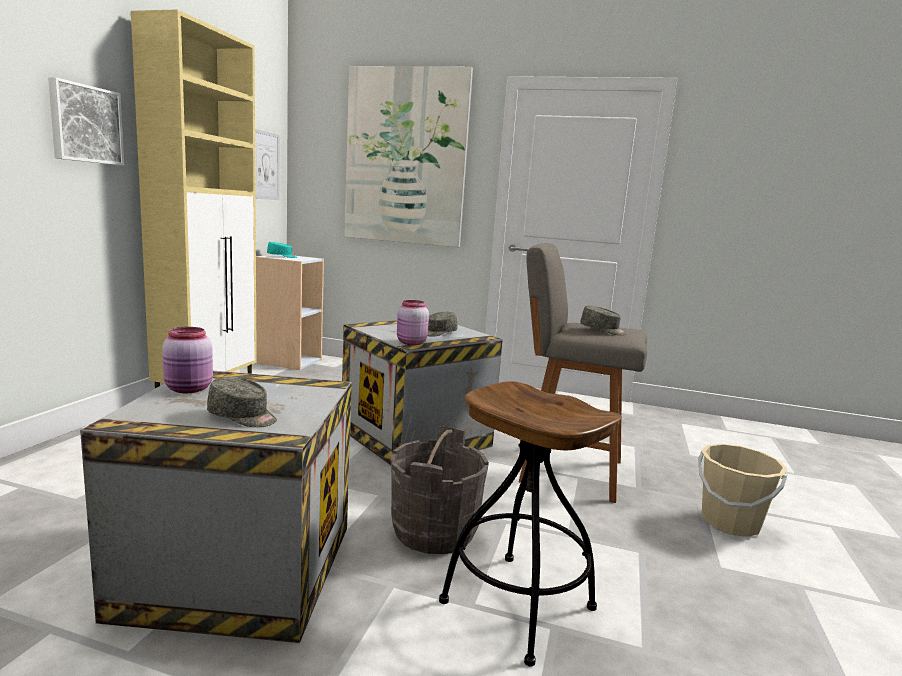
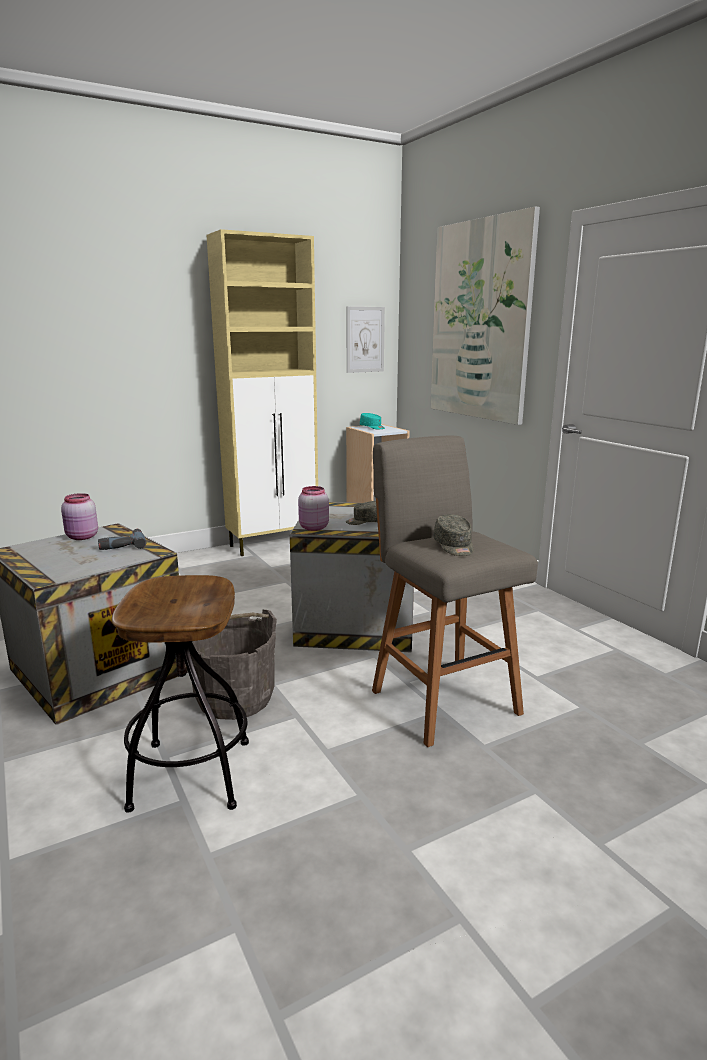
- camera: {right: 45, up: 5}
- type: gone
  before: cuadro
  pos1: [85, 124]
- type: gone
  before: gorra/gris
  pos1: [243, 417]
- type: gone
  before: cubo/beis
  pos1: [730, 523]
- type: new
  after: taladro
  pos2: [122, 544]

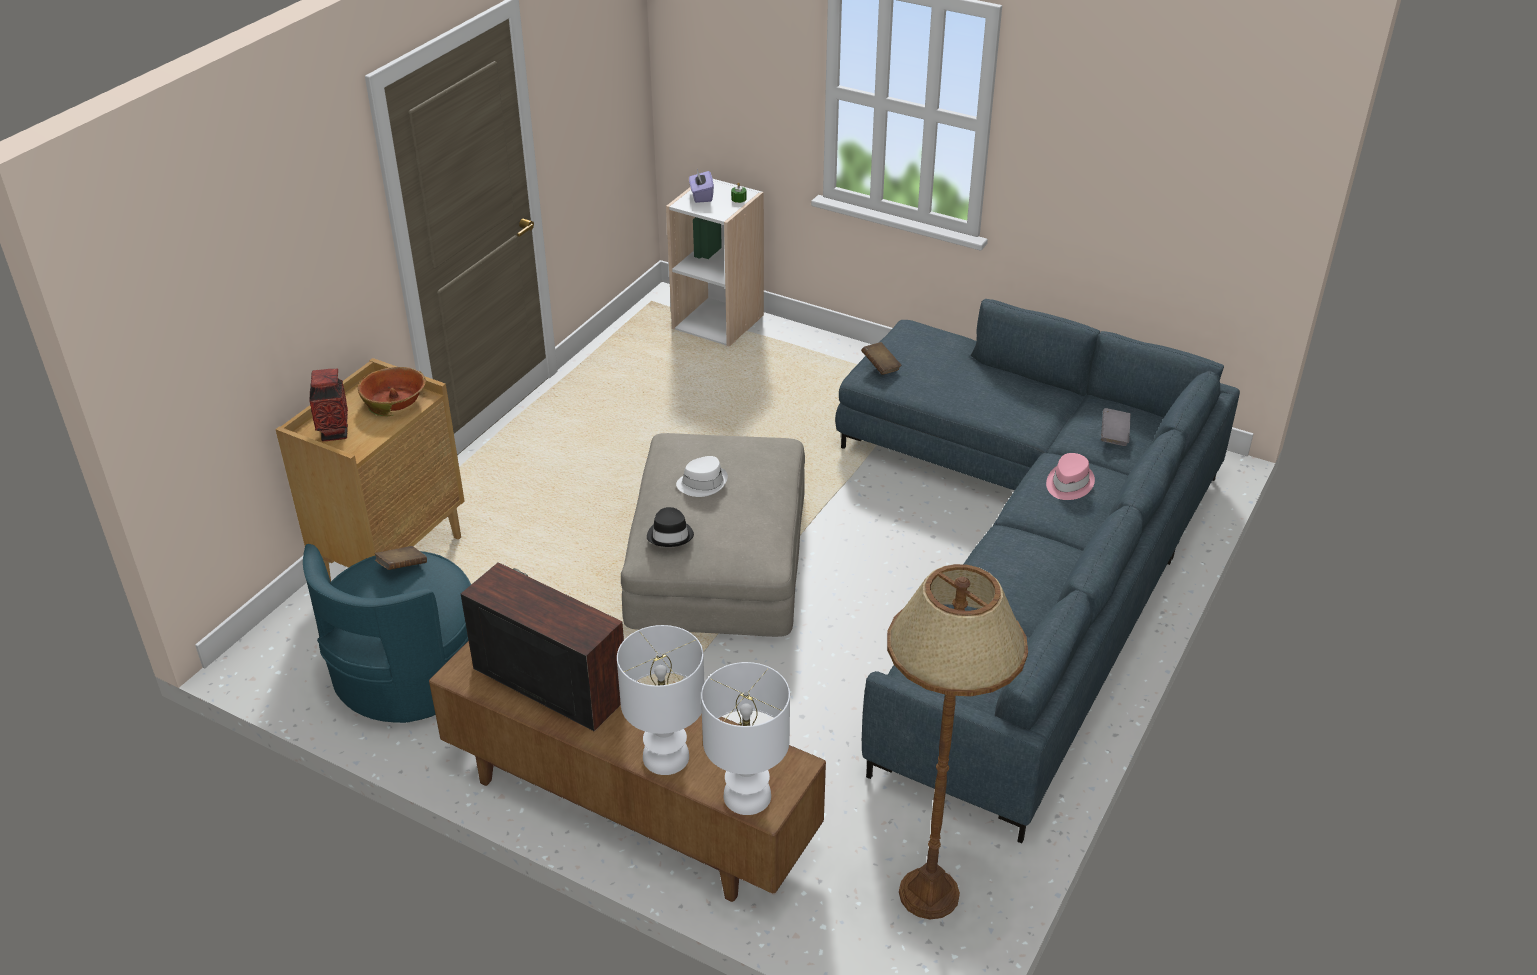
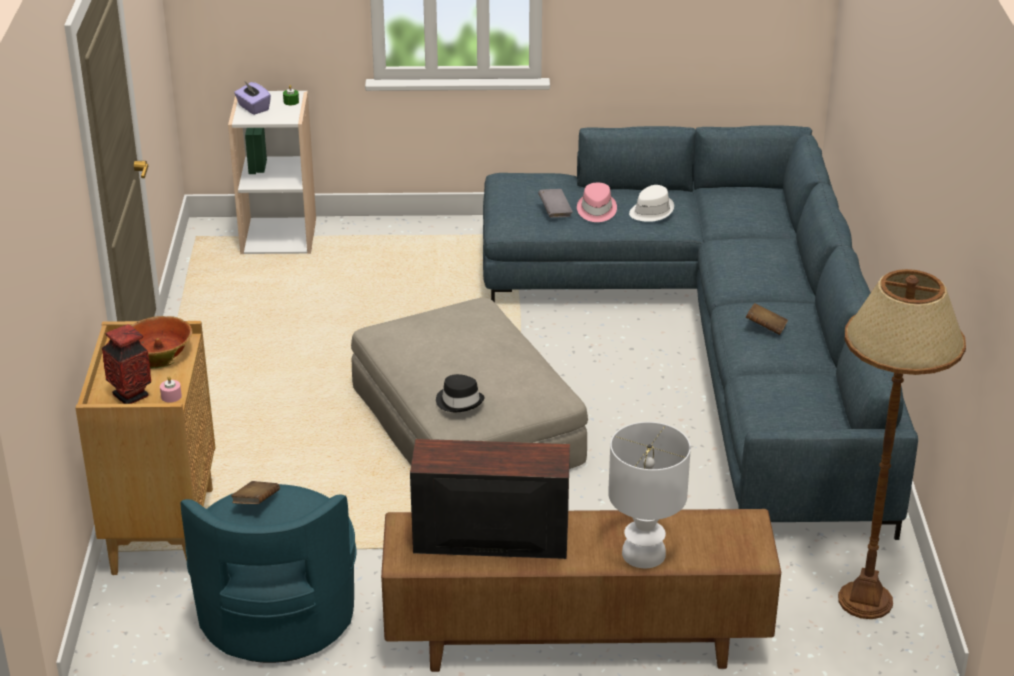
- camera: {right: -30, up: -5}
- type: shifted
  before: sombrero/blanco
  pos1: [702, 483]
  pos2: [651, 211]
- type: gone
  before: lámpara de mesa/blanco
  pos1: [747, 797]
- type: shifted
  before: libro/marrón
  pos1: [880, 366]
  pos2: [765, 328]
- type: shifted
  before: sombrero/rosa
  pos1: [1068, 484]
  pos2: [596, 210]
- type: shifted
  before: libro/gris
  pos1: [1114, 435]
  pos2: [555, 211]
- type: new
  after: vela/rosa
  pos2: [171, 396]

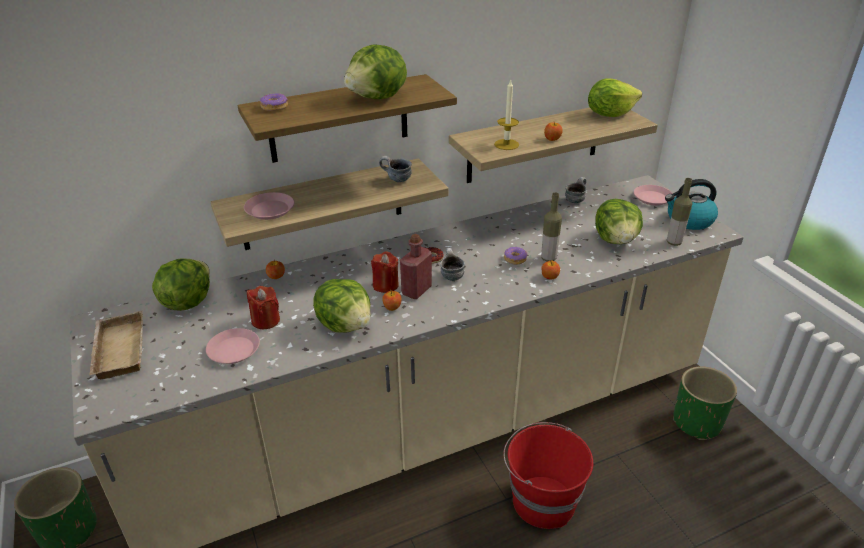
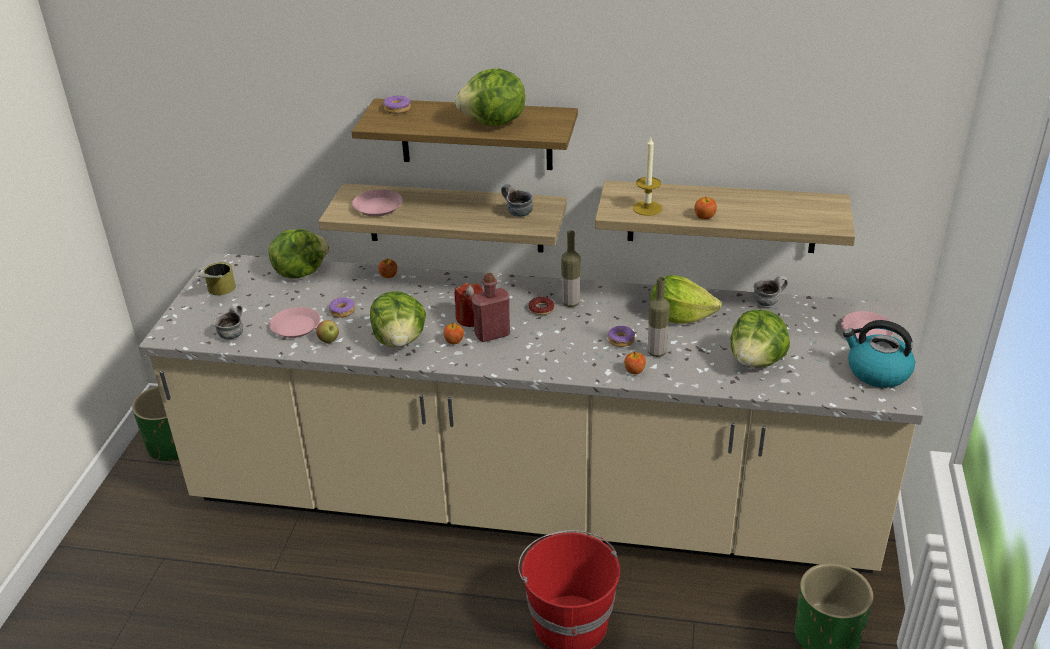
- camera: {right: 35, up: 0}
- type: swapped
  before: bandeja/beis
  after: lata
  pos1: [118, 349]
  pos2: [219, 292]
- type: swapped
  before: vela/rojo
  after: rosquilla
  pos1: [266, 320]
  pos2: [342, 311]
- type: shifted
  before: taza grande
  pos1: [450, 275]
  pos2: [232, 333]
- type: shifted
  before: lechuga
  pos1: [609, 114]
  pos2: [680, 317]
- type: shifted
  before: botella
  pos1: [674, 242]
  pos2: [570, 303]
- type: new
  after: manzana
  pos2: [329, 340]

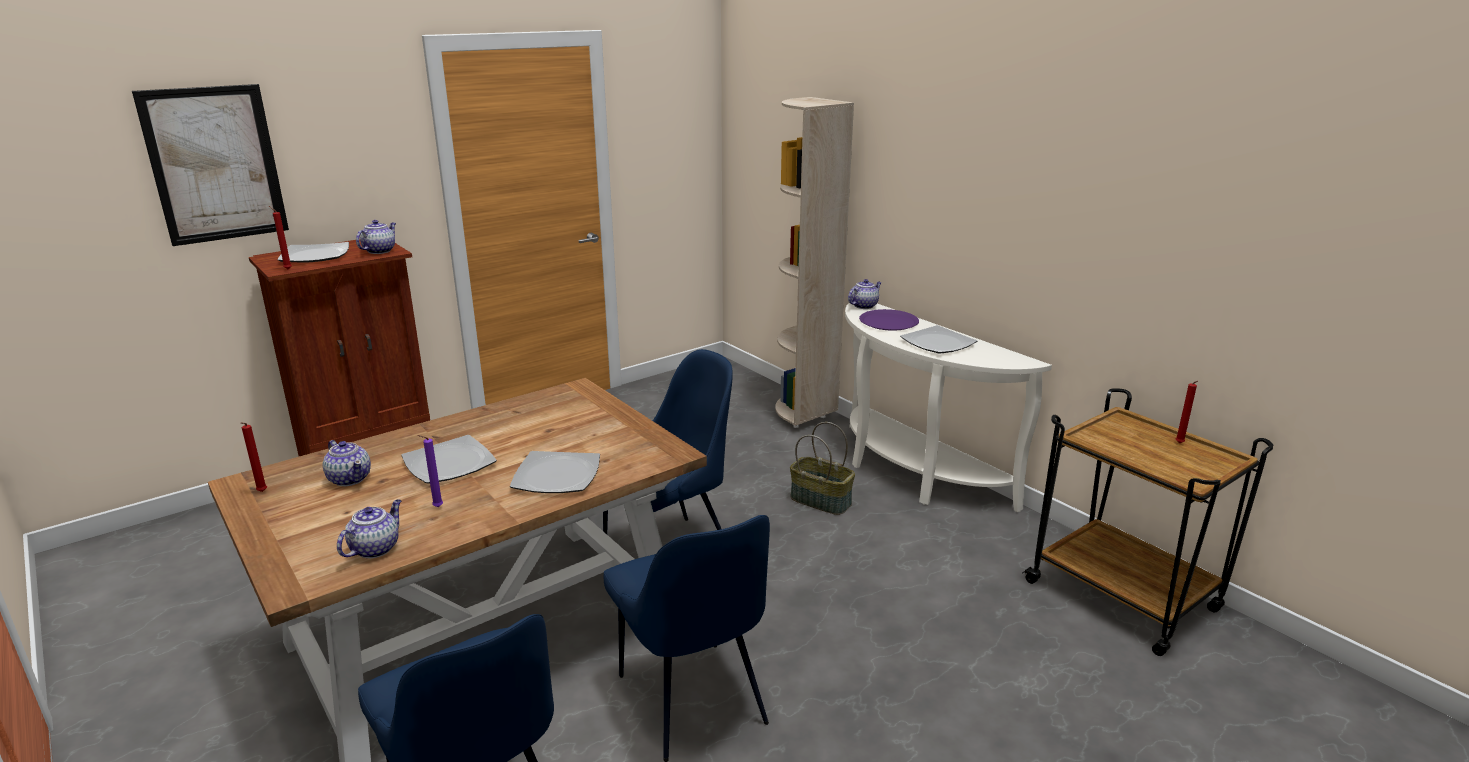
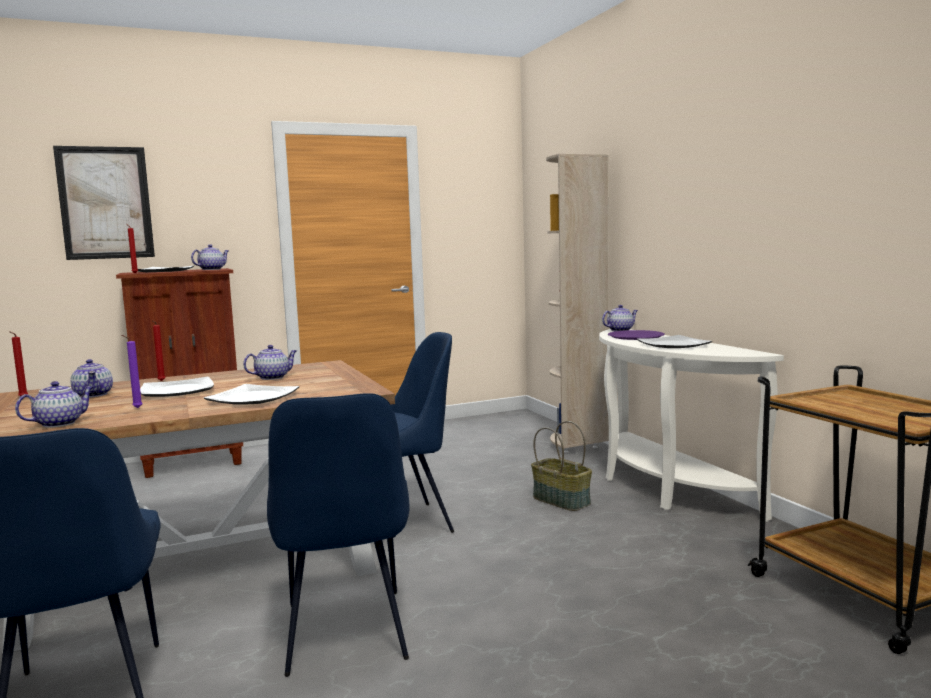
- camera: {right: 15, up: -15}
- type: shifted
  before: vela/rojo
  pos1: [1180, 444]
  pos2: [160, 381]
- type: new
  after: tetera
  pos2: [273, 377]

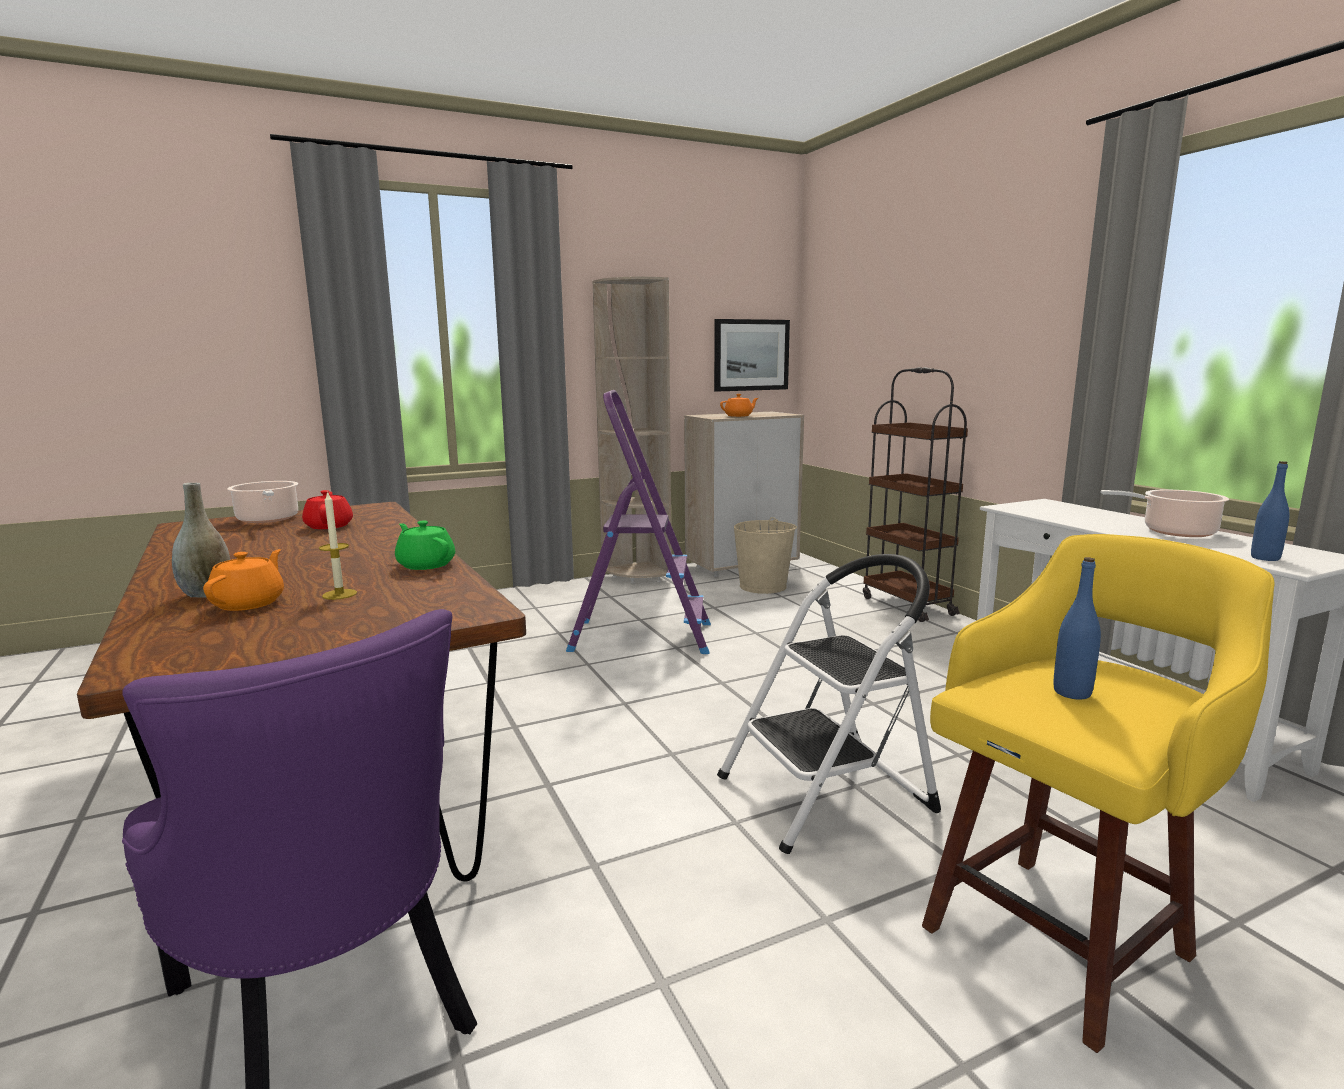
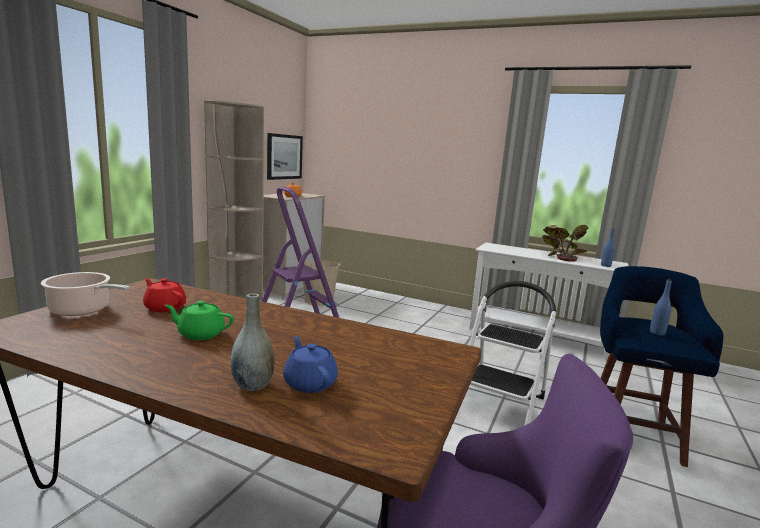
- camera: {right: -40, up: 0}
- type: repainted
  before: tetera/naranja
  after: tetera/azul
  pos1: [249, 603]
  pos2: [310, 383]
- type: gone
  before: vela
  pos1: [339, 594]
- type: shifted
  before: tetera/verde
  pos1: [426, 564]
  pos2: [200, 334]
- type: gone
  before: carrito/marrón
  pos1: [907, 606]
- type: repainted
  before: taburete/amarillo
  after: taburete/azul
  pos1: [1062, 938]
  pos2: [633, 432]
- type: swapped
  before: olla
  after: planta en maceta
  pos1: [1174, 532]
  pos2: [560, 256]

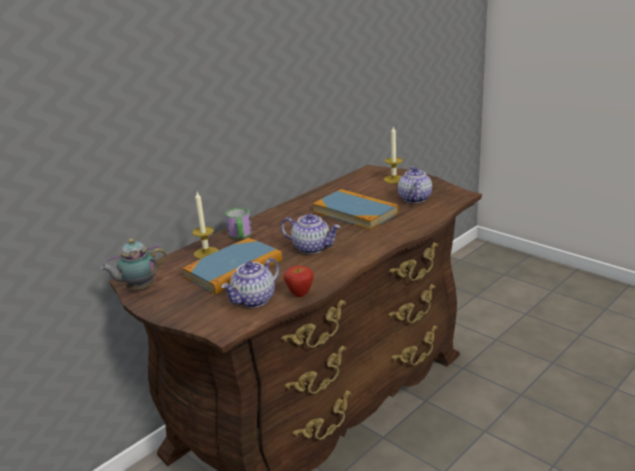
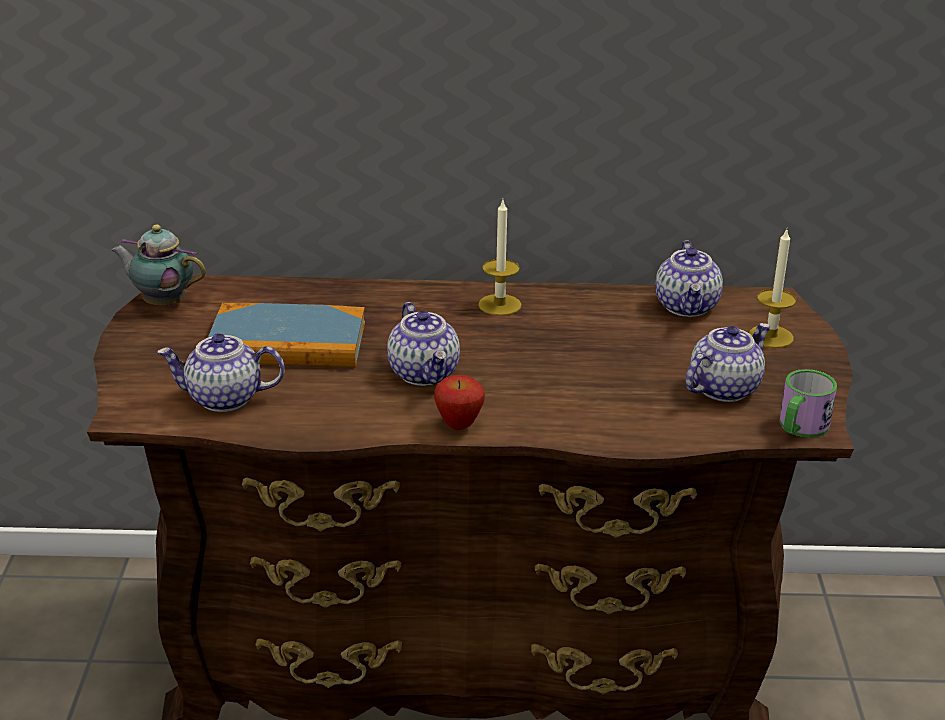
- camera: {right: 45, up: 5}
- type: shifted
  before: vela
  pos1: [206, 253]
  pos2: [499, 305]
- type: shifted
  before: taza grande
  pos1: [240, 235]
  pos2: [800, 428]
- type: shifted
  before: manzana
  pos1: [300, 294]
  pos2: [459, 426]
- type: gone
  before: libro
  pos1: [355, 212]
- type: new
  after: tetera
  pos2: [687, 307]

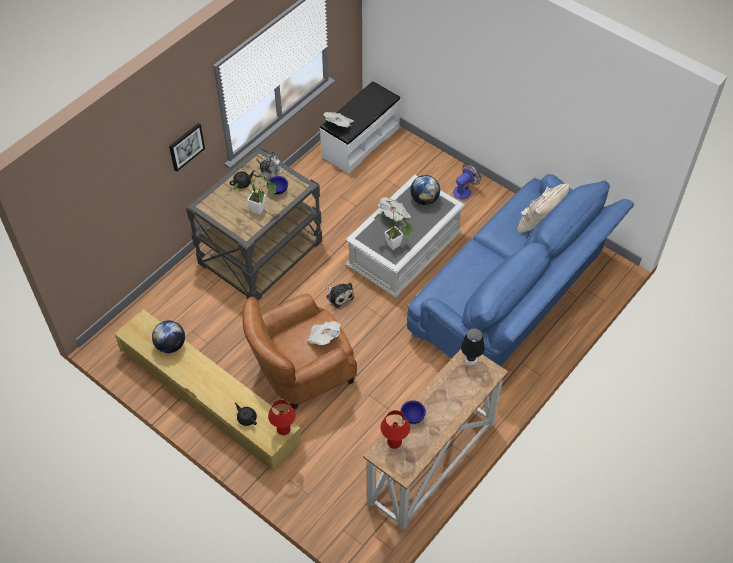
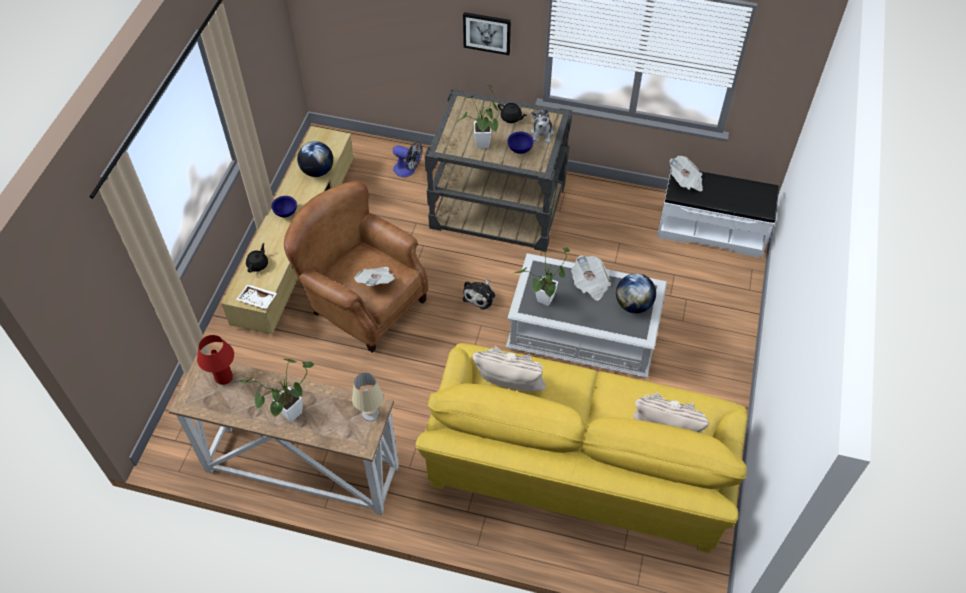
- camera: {right: 65, up: 0}
- type: swapped
  before: lámpara de mesa/rojo
  after: bandeja/blanco
  pos1: [283, 429]
  pos2: [257, 300]
- type: shifted
  before: cuenco/azul
  pos1: [413, 416]
  pos2: [286, 213]
- type: repainted
  before: sofá/azul
  after: sofá/amarillo
  pos1: [513, 298]
  pos2: [577, 473]
- type: shifted
  before: ventilador
  pos1: [464, 190]
  pos2: [408, 170]
- type: repainted
  before: lámpara de mesa/negro
  after: lámpara de mesa/beis
  pos1: [470, 360]
  pos2: [370, 413]
- type: new
  after: planta en maceta
  pos2: [288, 416]
- type: new
  after: cojín/beis
  pos2: [510, 387]

